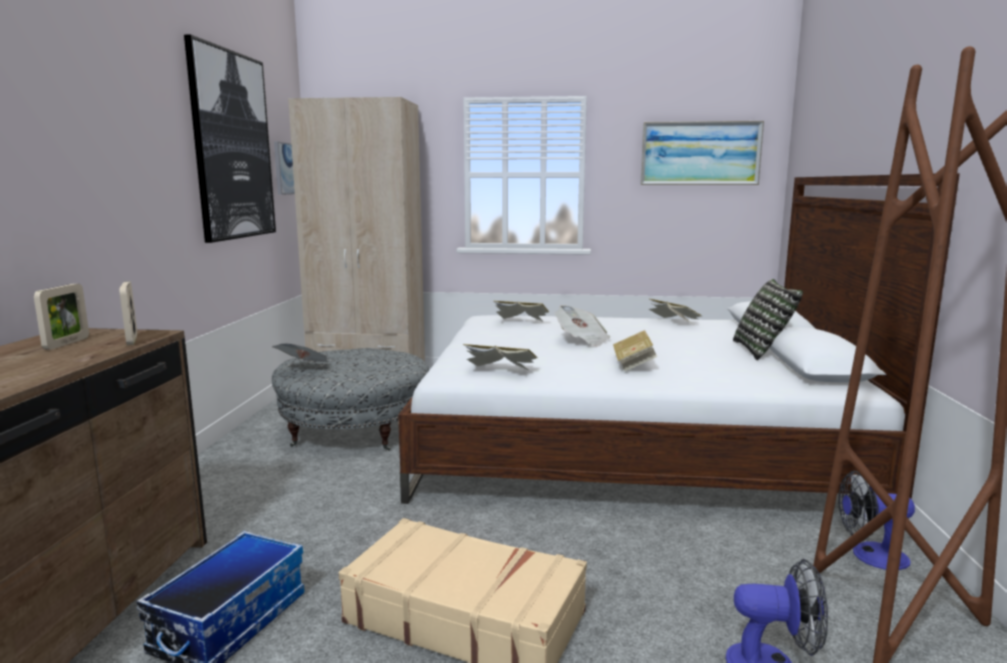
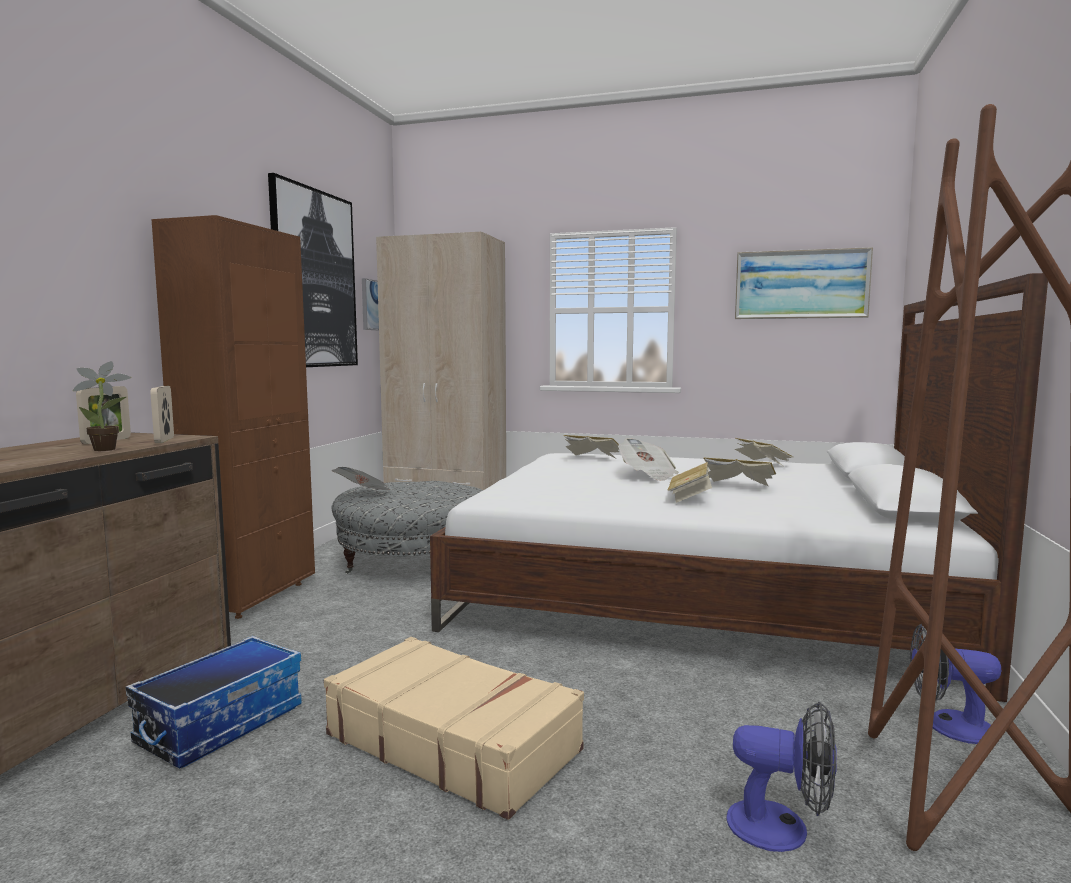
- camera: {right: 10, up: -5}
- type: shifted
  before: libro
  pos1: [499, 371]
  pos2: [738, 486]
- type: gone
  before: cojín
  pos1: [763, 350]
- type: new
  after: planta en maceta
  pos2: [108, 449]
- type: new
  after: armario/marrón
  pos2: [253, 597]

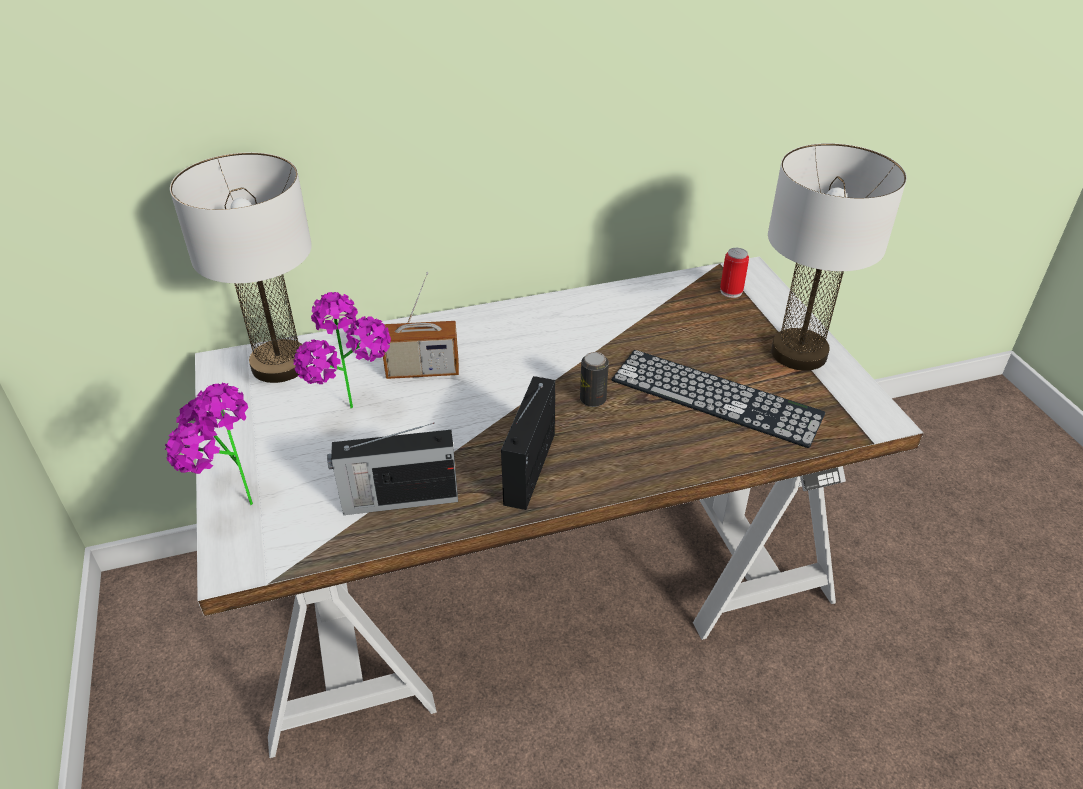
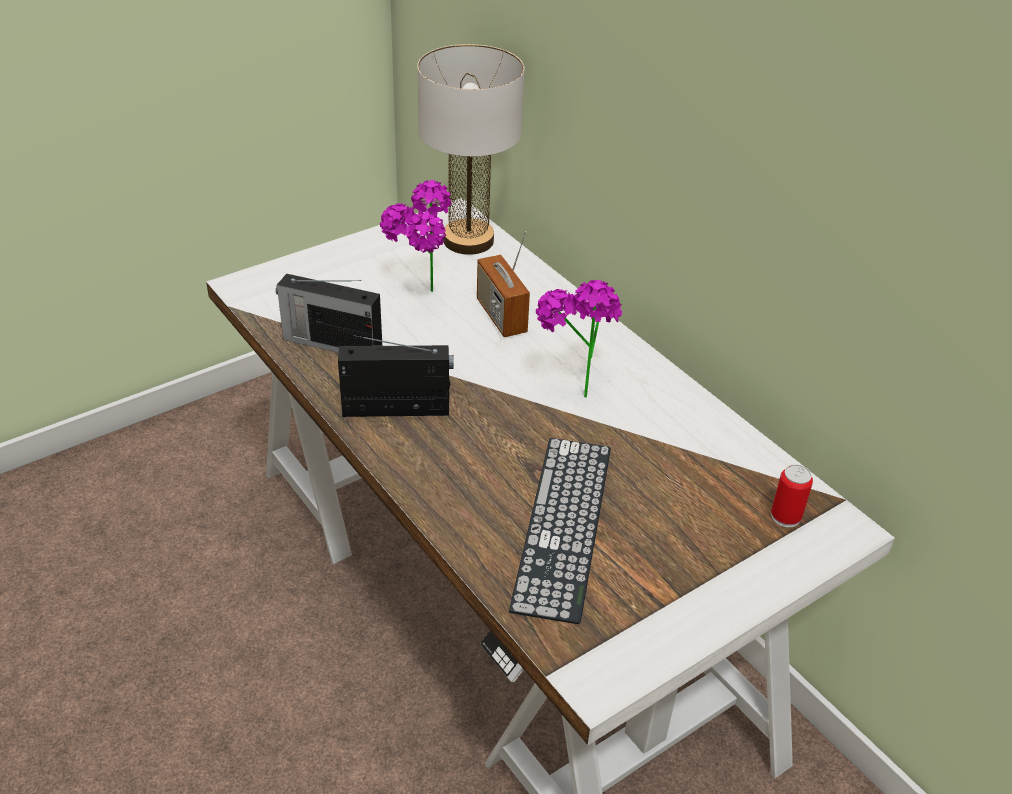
- camera: {right: 70, up: 0}
- type: shifted
  before: planta en maceta
  pos1: [231, 508]
  pos2: [574, 387]
- type: rotated
  before: radio
  pos1: [398, 499]
  pos2: [331, 343]
  turn: -45
- type: gone
  before: lata
  pos1: [593, 399]
- type: gone
  before: lámpara de mesa
  pos1: [799, 353]

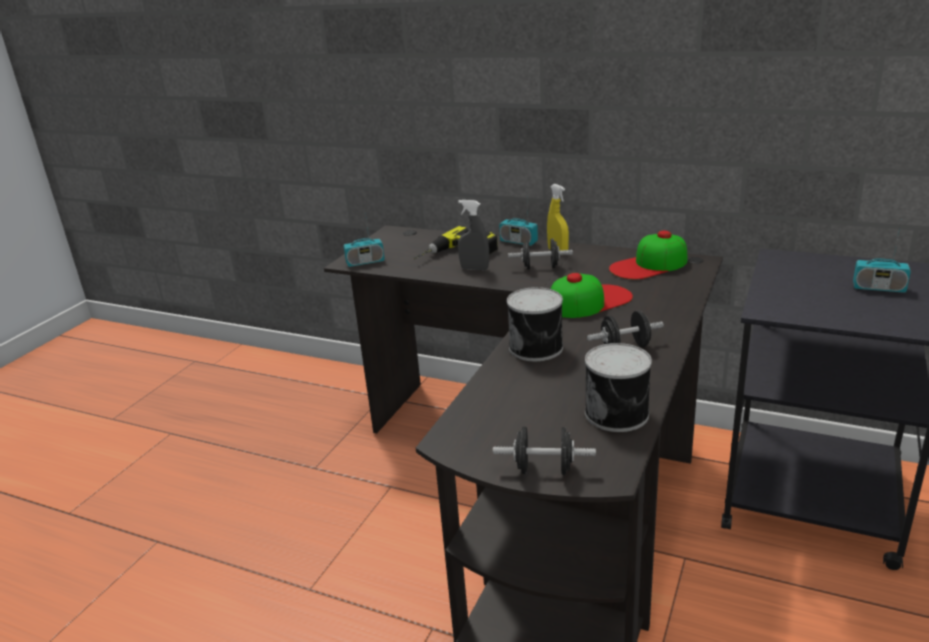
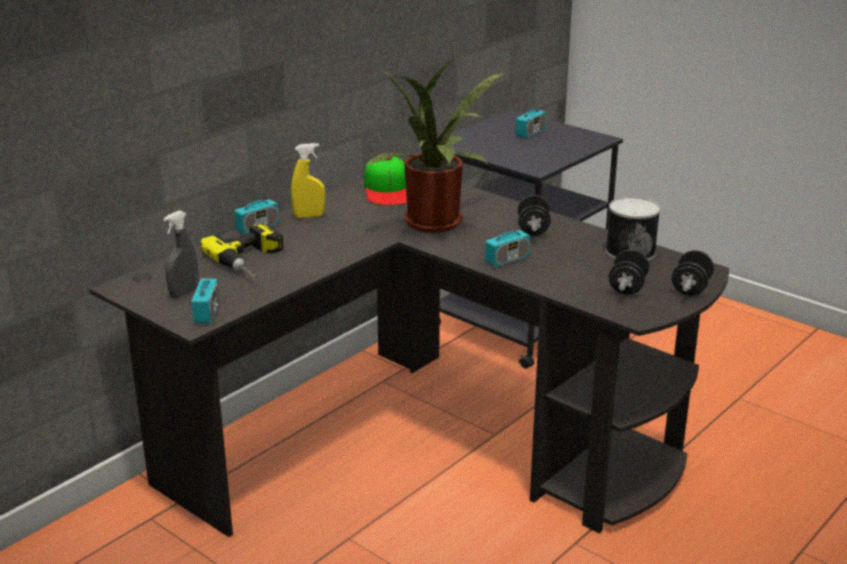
- camera: {right: -75, up: 0}
- type: shifted
  before: pulverizador/gris
  pos1: [474, 269]
  pos2: [184, 293]
- type: swapped
  before: lata
  after: radio
  pos1: [537, 347]
  pos2: [507, 260]
- type: shifted
  before: mancuerna/negro
  pos1: [540, 267]
  pos2: [627, 287]
- type: swapped
  before: gorra
  after: planta en maceta
  pos1: [589, 301]
  pos2: [436, 225]

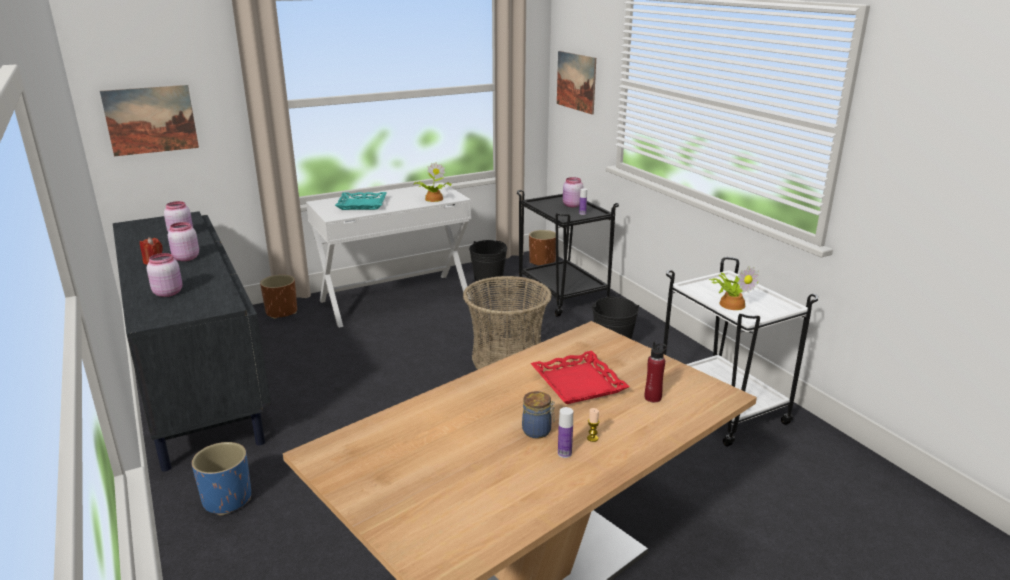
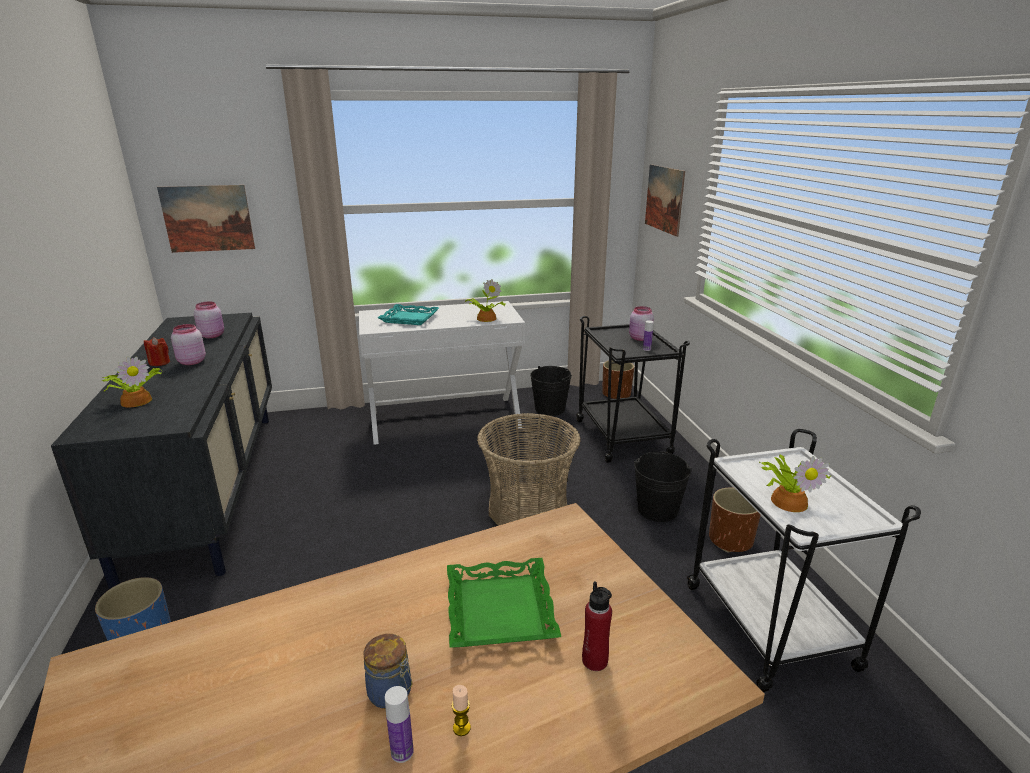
- camera: {right: 15, up: 0}
- type: swapped
  before: tarro/rosa
  after: planta en maceta
  pos1: [168, 292]
  pos2: [137, 400]
- type: shifted
  before: maceta/marrón
  pos1: [281, 312]
  pos2: [730, 540]
- type: repainted
  before: bandeja/rojo
  after: bandeja/verde
  pos1: [579, 383]
  pos2: [501, 610]

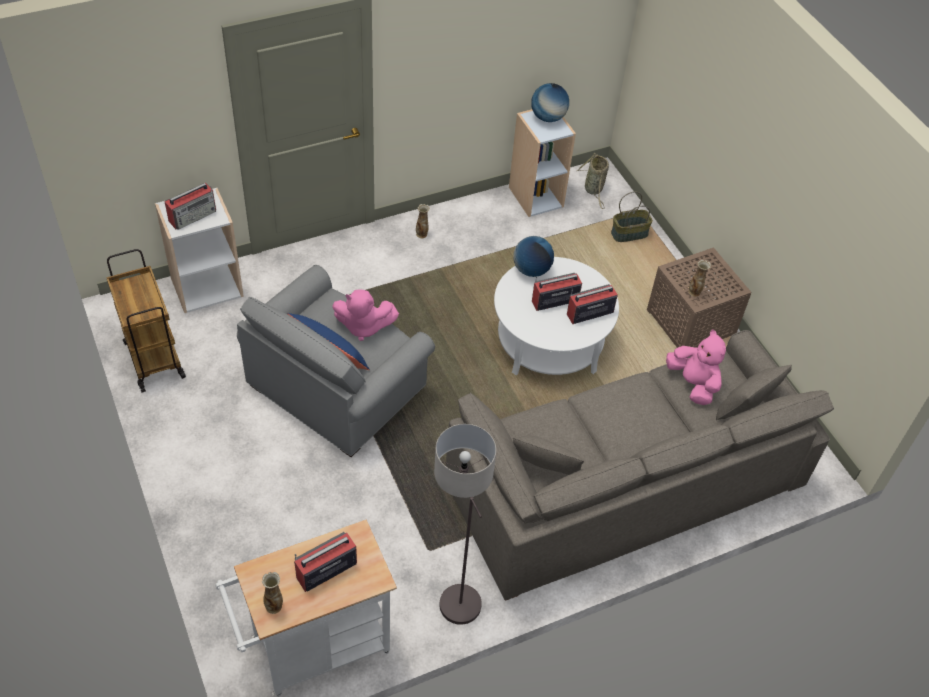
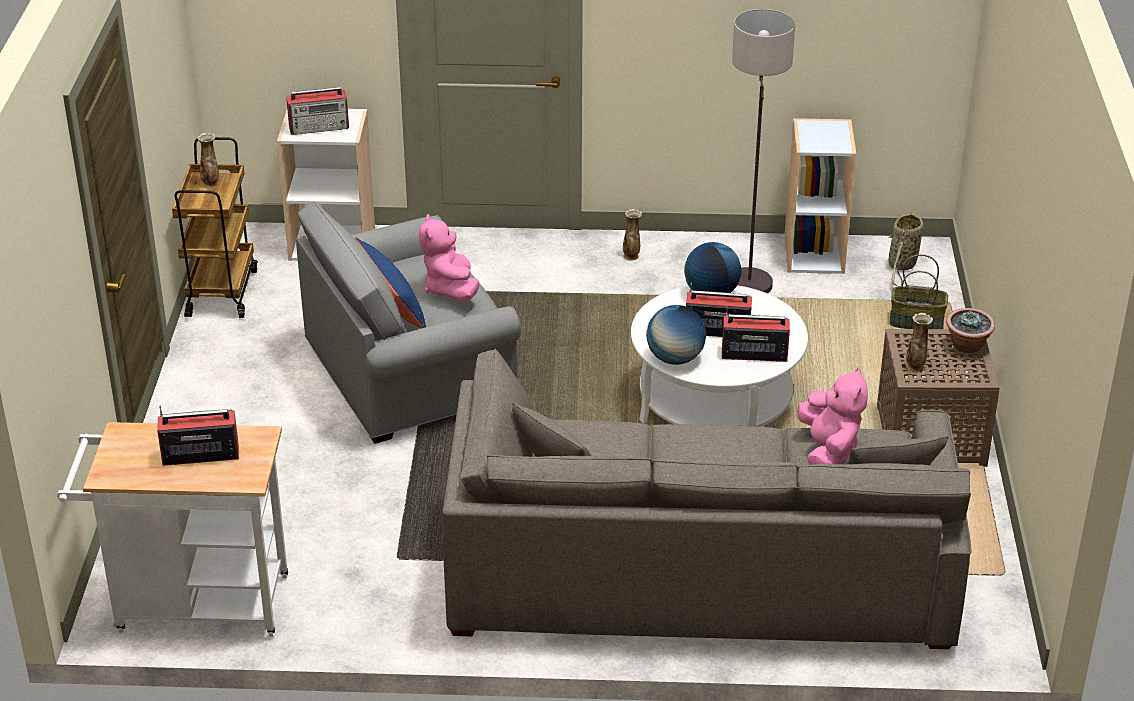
- camera: {right: 30, up: -15}
- type: shifted
  before: florero
  pos1: [274, 606]
  pos2: [211, 184]
- type: rotated
  before: peluche/rosa
  pos1: [363, 326]
  pos2: [450, 289]
  turn: 45
- type: shifted
  before: lámpara de pie/gris
  pos1: [455, 594]
  pos2: [748, 277]
- type: shifted
  before: globo terráqueo
  pos1: [548, 117]
  pos2: [675, 359]
- type: new
  after: planta en maceta
  pos2: [967, 346]

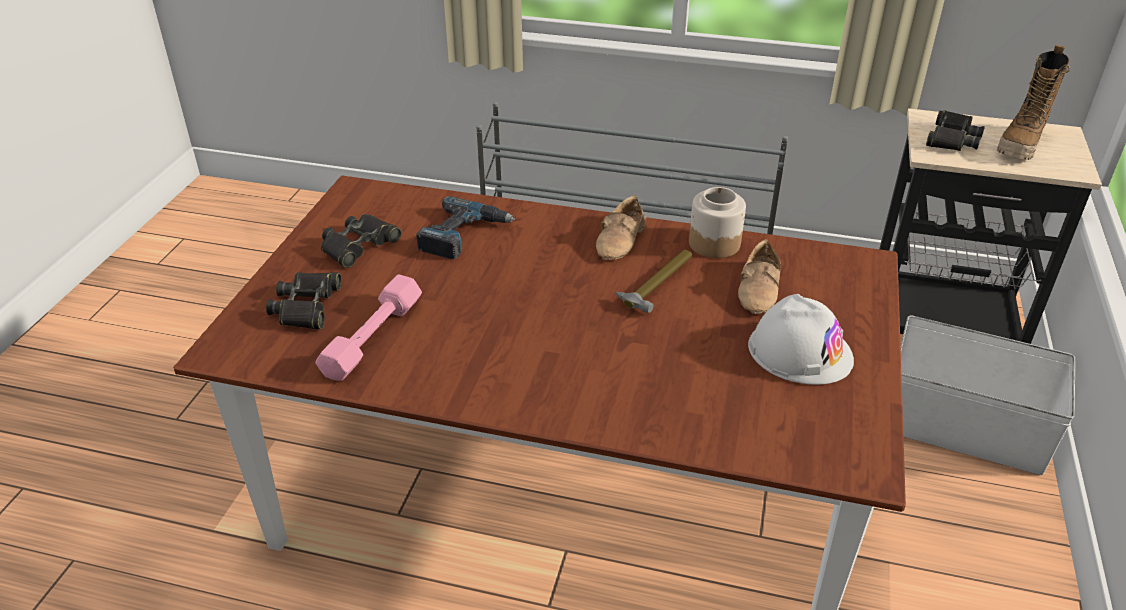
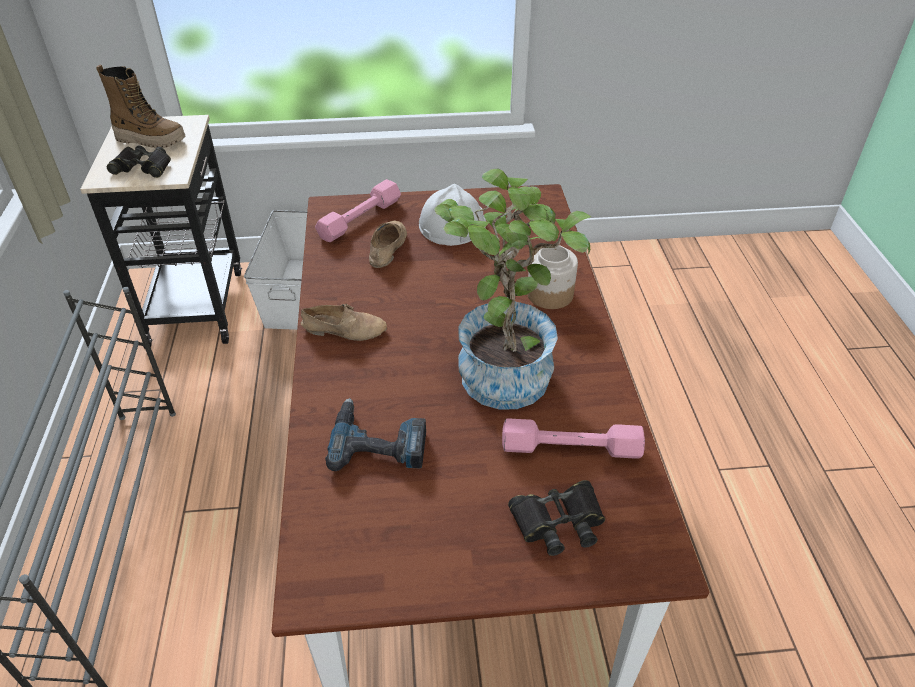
- camera: {right: -110, up: 5}
- type: gone
  before: prismáticos/negro
  pos1: [358, 246]
- type: gone
  before: martillo
  pos1: [658, 284]
- type: shifted
  before: tarro
  pos1: [714, 243]
  pos2: [549, 294]
- type: rotated
  before: zapato/beis
  pos1: [761, 289]
  pos2: [386, 247]
  turn: -75
- type: new
  after: mancuerna/rosa
  pos2: [360, 219]
- type: new
  after: planta en maceta
  pos2: [504, 366]

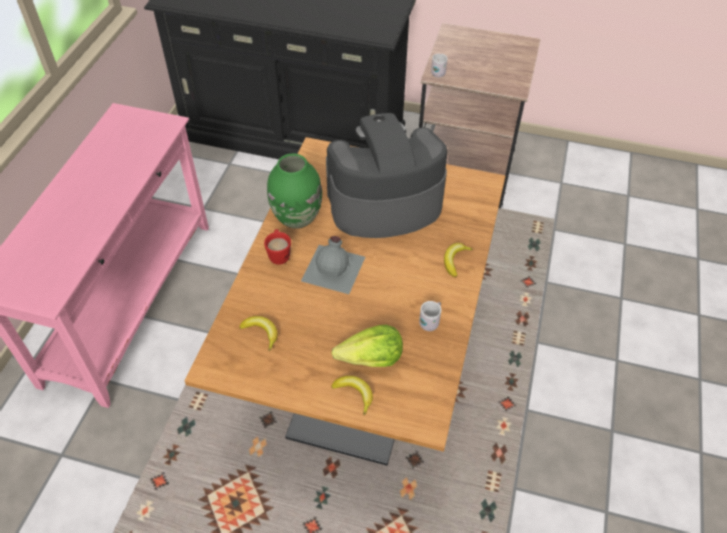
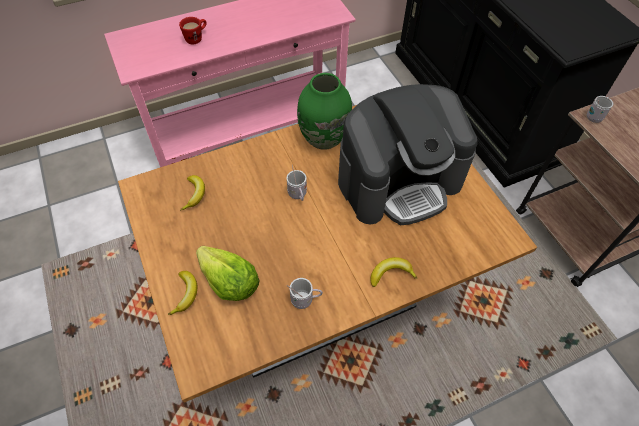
- camera: {right: 50, up: 5}
- type: shifted
  before: taza grande/rojo
  pos1: [279, 254]
  pos2: [197, 38]
- type: swapped
  before: botella/gris
  after: taza grande/blanco
  pos1: [334, 268]
  pos2: [298, 195]
- type: rotated
  before: cafetera
  pos1: [384, 203]
  pos2: [399, 181]
  turn: 120

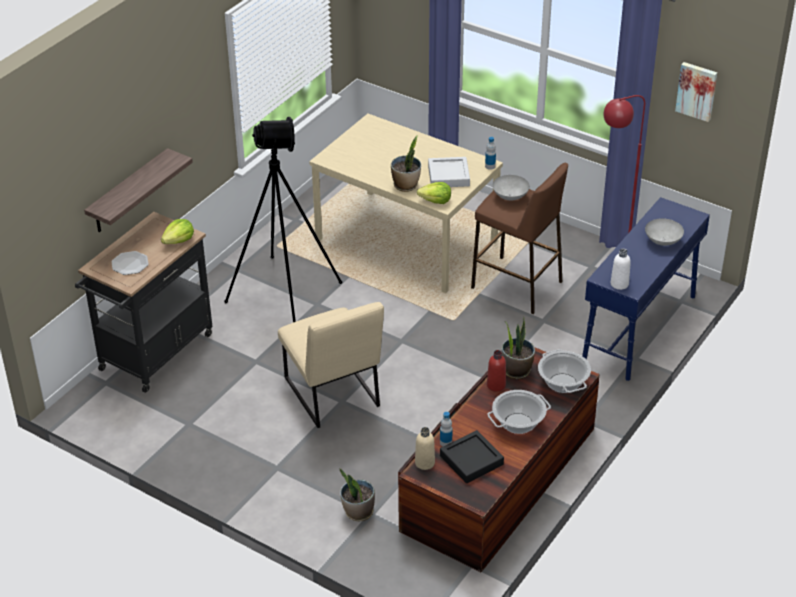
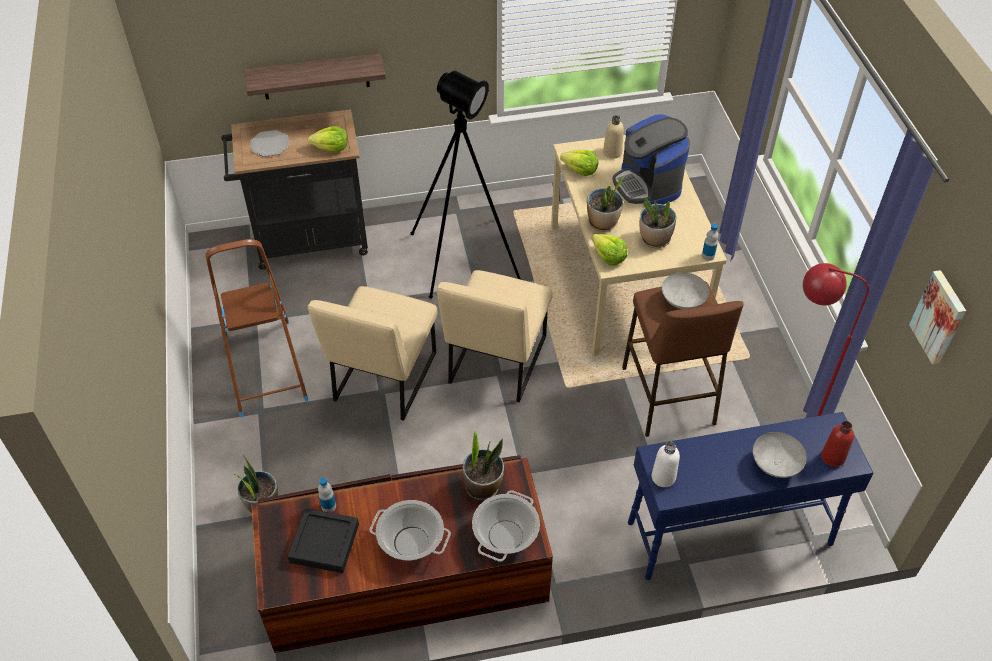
- camera: {right: 45, up: 10}
- type: shifted
  before: botella/beis
  pos1: [424, 463]
  pos2: [612, 152]
- type: swapped
  before: bandeja/gris
  after: planta en maceta
  pos1: [448, 176]
  pos2: [655, 239]
- type: shifted
  before: botella/rojo
  pos1: [496, 385]
  pos2: [833, 457]
- type: new
  after: escalera de tijera/marrón
  pos2: [264, 365]
- type: new
  after: silla/beis
  pos2: [496, 361]
- type: new
  after: lechuga
  pos2: [580, 170]
- type: new
  after: cafetera
  pos2: [648, 185]

